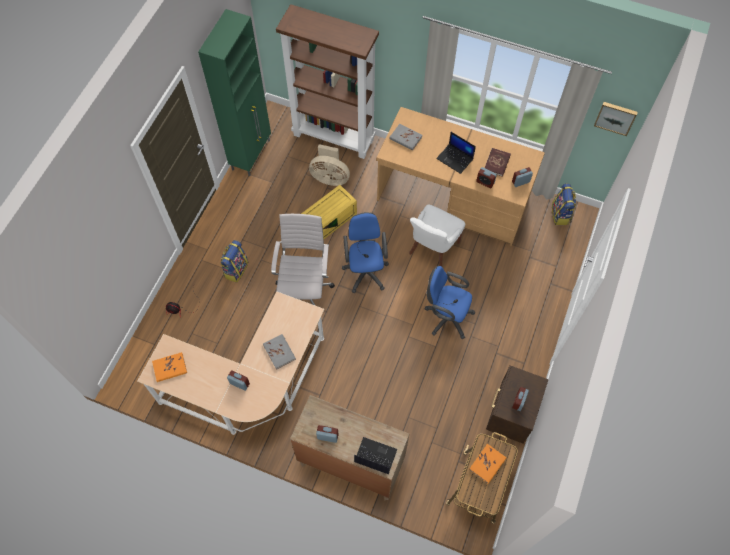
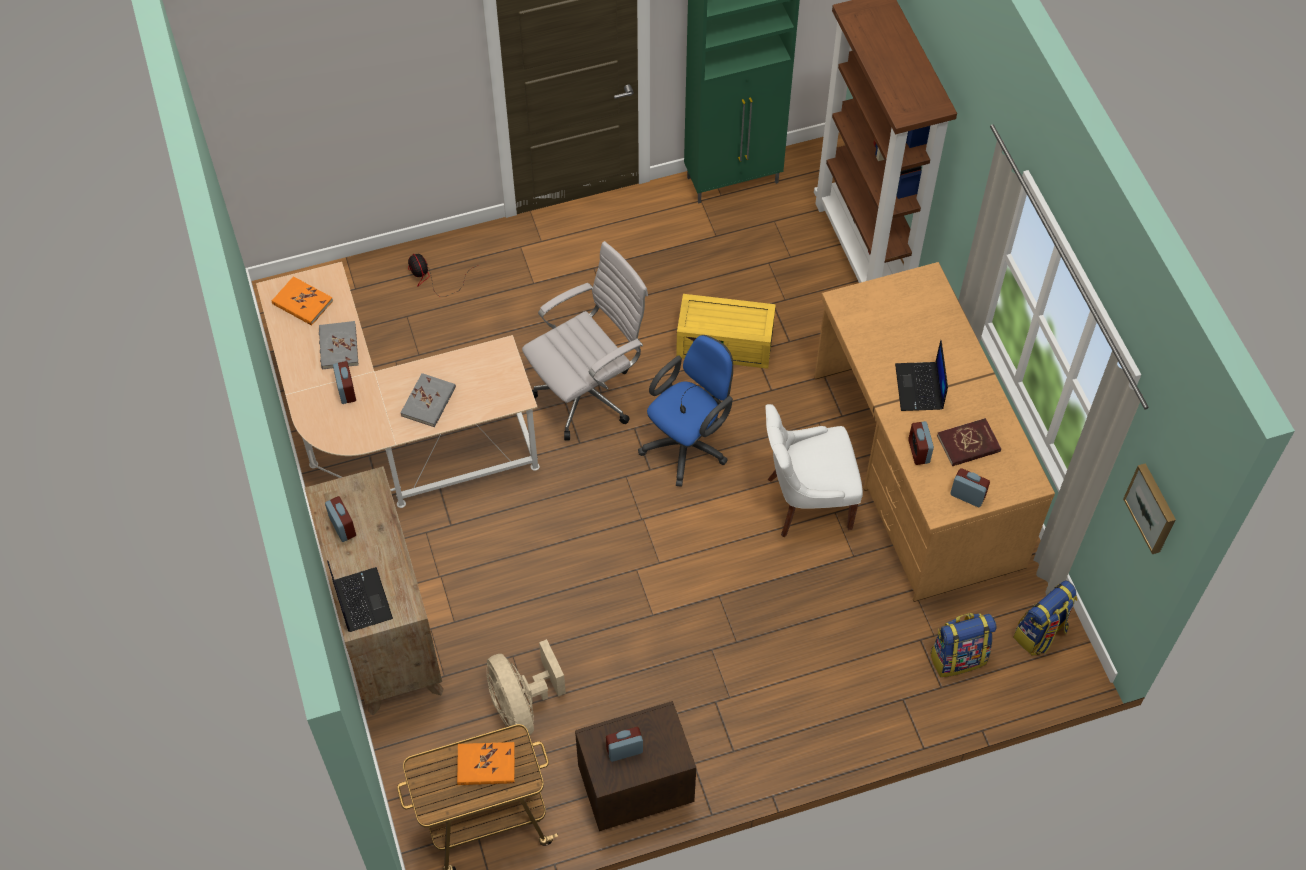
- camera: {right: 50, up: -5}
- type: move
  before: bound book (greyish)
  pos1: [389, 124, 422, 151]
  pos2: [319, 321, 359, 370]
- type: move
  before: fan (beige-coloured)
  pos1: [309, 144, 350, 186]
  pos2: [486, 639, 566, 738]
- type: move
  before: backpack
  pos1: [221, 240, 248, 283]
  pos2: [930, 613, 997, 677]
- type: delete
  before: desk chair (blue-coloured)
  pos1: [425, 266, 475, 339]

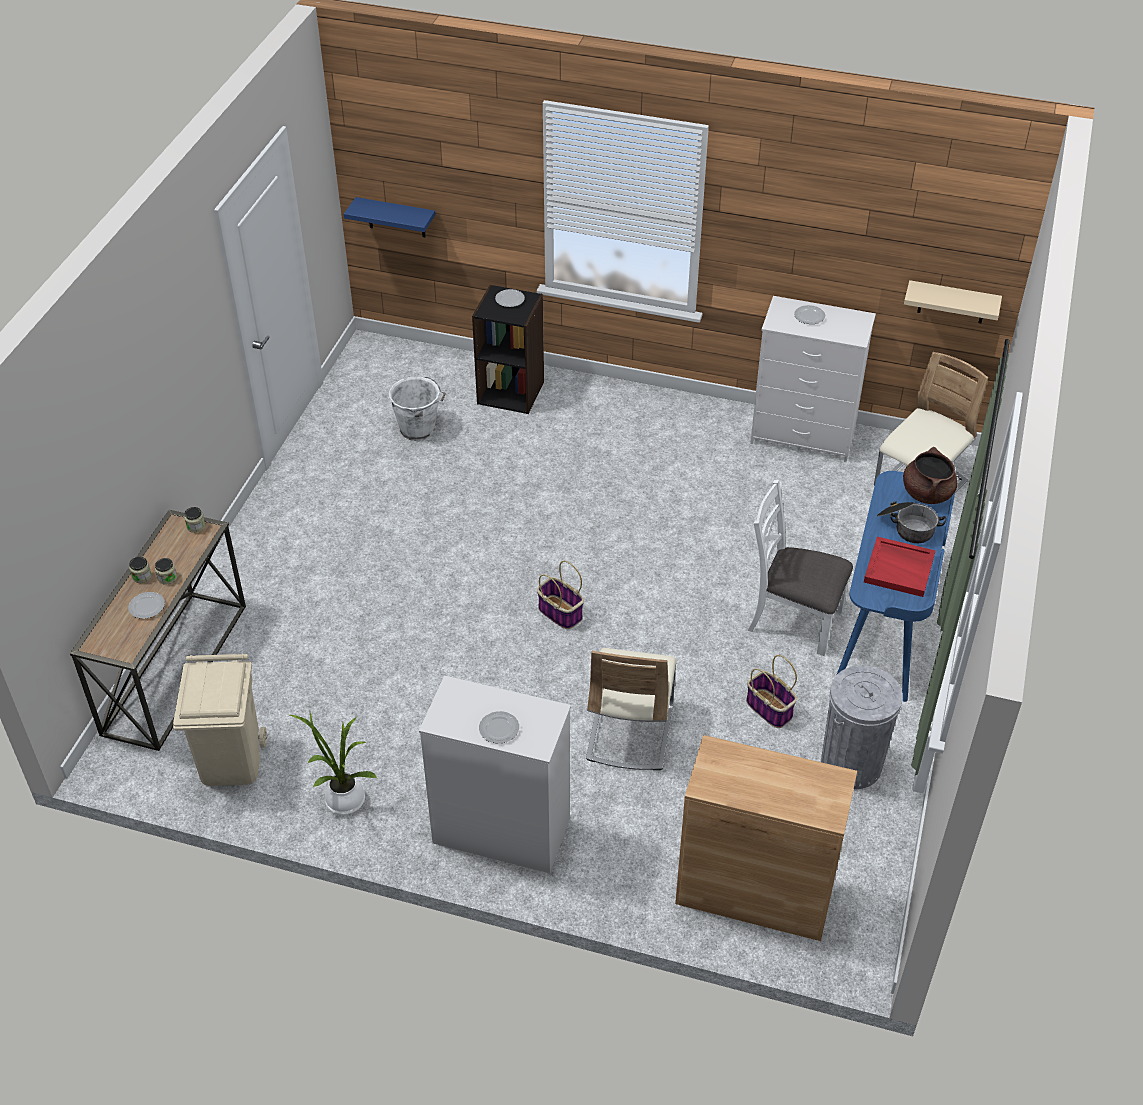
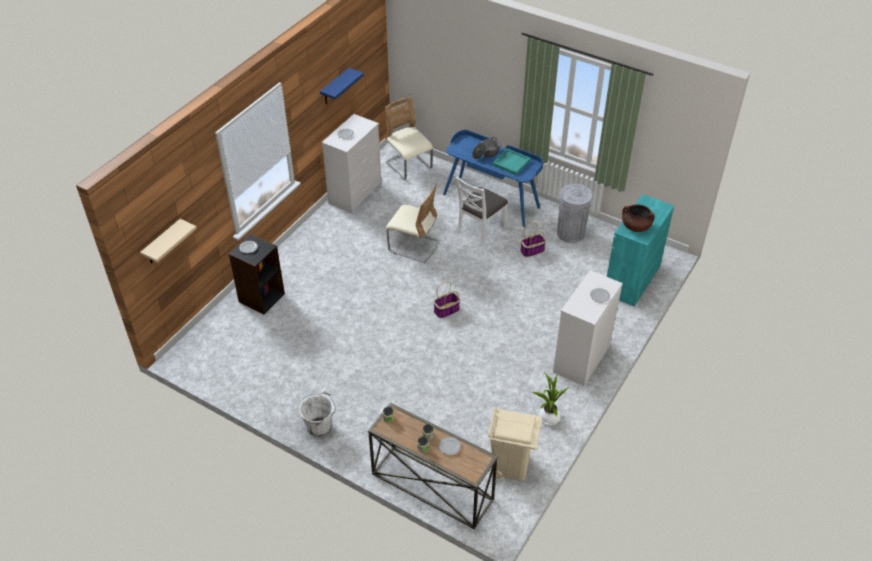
- camera: {right: -75, up: 0}
- type: move
  before: shelf (beige-coloured)
  pos1: [904, 280, 1002, 323]
  pos2: [140, 219, 197, 264]
- type: move
  before: bucket (white)
  pos1: [389, 377, 446, 441]
  pos2: [299, 392, 336, 437]
- type: move
  before: shelf (blue-coloured)
  pos1: [344, 197, 435, 237]
  pos2: [320, 68, 364, 104]
- type: move
  before: upright chair (beige-coloured)
  pos1: [586, 648, 676, 770]
  pos2: [386, 184, 439, 263]
- type: recolor
  before: tray (red)
  after: tray (blue-green)
  pos1: [864, 537, 936, 597]
  pos2: [492, 148, 531, 175]
- type: recolor
  before: cupboard (brownish)
  after: cupboard (blue-green)
  pos1: [675, 735, 857, 941]
  pos2: [607, 194, 674, 306]
- type: move
  before: saucepot (brownish)
  pos1: [903, 447, 957, 504]
  pos2: [622, 204, 655, 232]

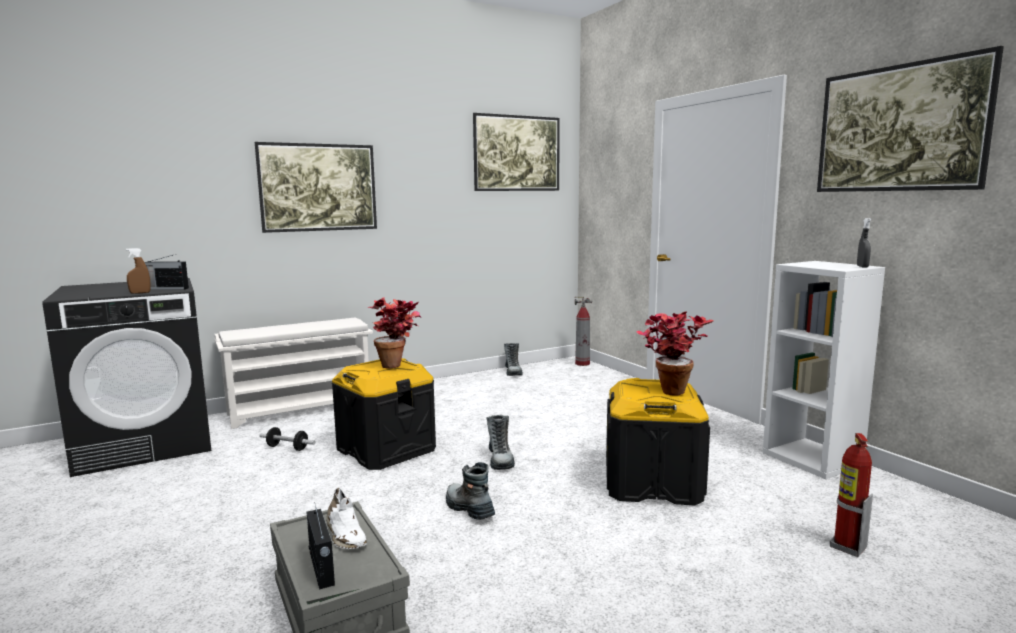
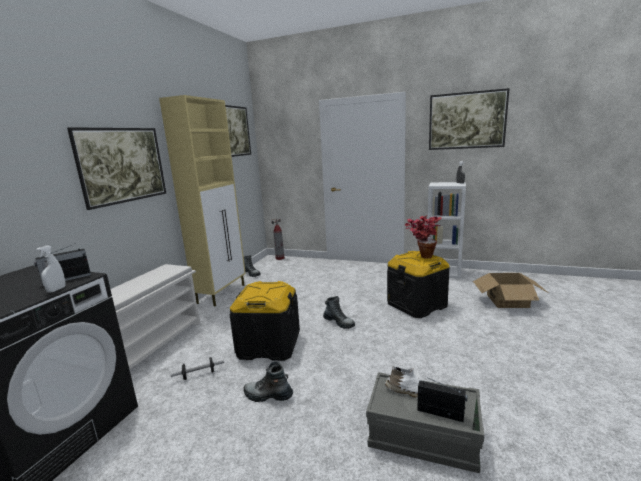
- camera: {right: -40, up: 5}
- type: recolor
  before: spray bottle (brownish)
  after: spray bottle (white)
  pos1: [126, 248, 151, 294]
  pos2: [36, 245, 66, 293]
- type: insert
  after: cupboard (beige-coloured)
  pos2: [159, 95, 246, 306]
- type: move
  before: boot
  pos1: [446, 462, 495, 520]
  pos2: [244, 361, 293, 402]
- type: replace
  before: fire extinguisher
  after: carton
  pos1: [829, 433, 873, 557]
  pos2: [473, 273, 548, 308]
- type: delete
  before: potted plant
  pos1: [367, 297, 421, 368]

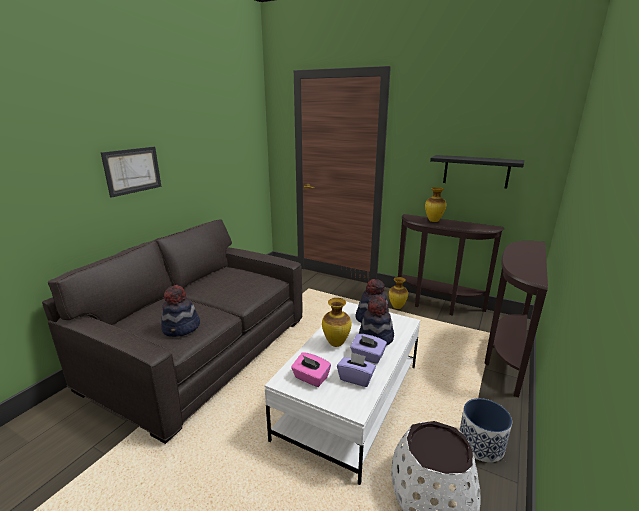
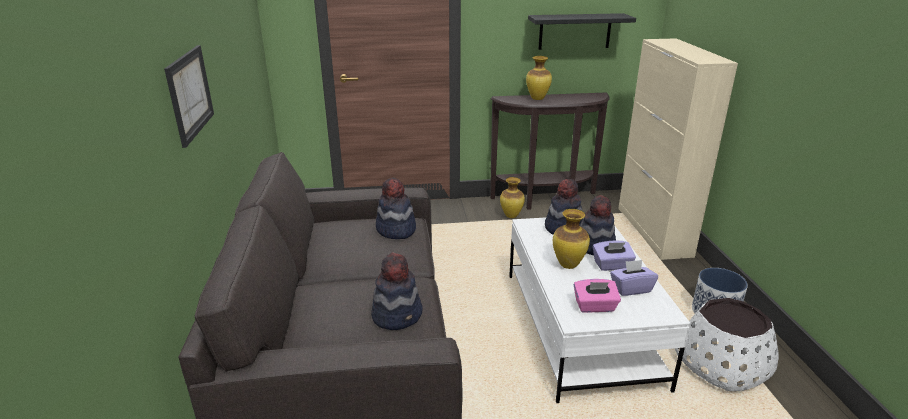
- camera: {right: -35, up: 5}
- type: insert
  after: wearable hat
  pos2: [376, 178, 416, 239]
- type: replace
  before: console table (brownish)
  after: cupboard (beige-coloured)
  pos1: [484, 241, 548, 397]
  pos2: [618, 38, 738, 260]

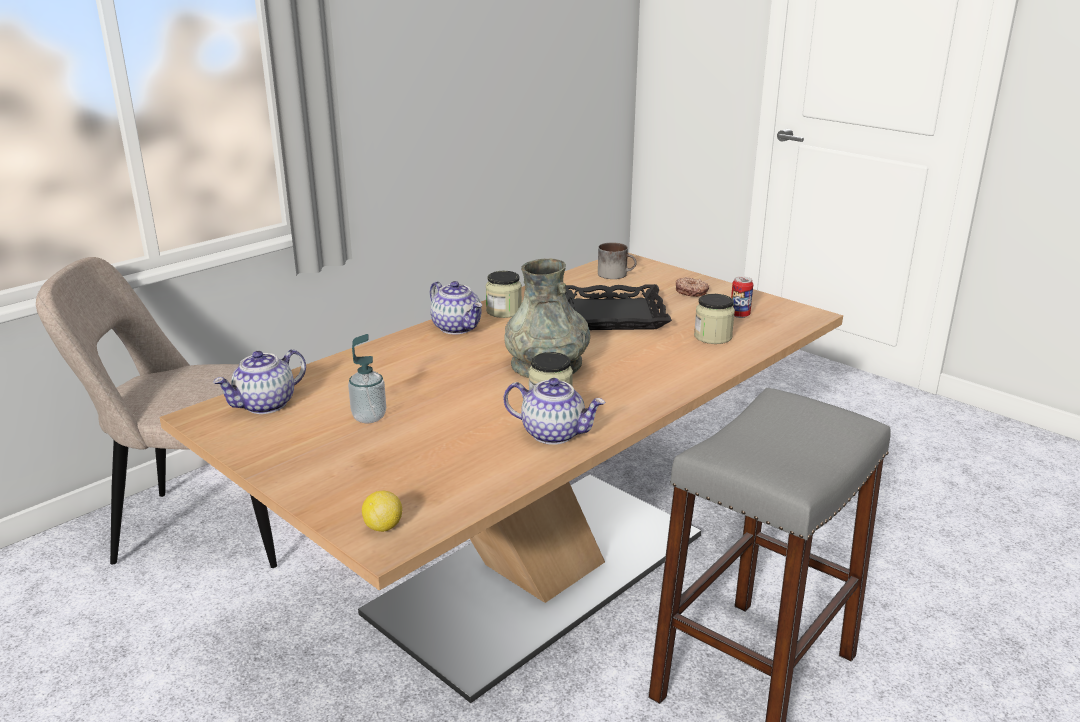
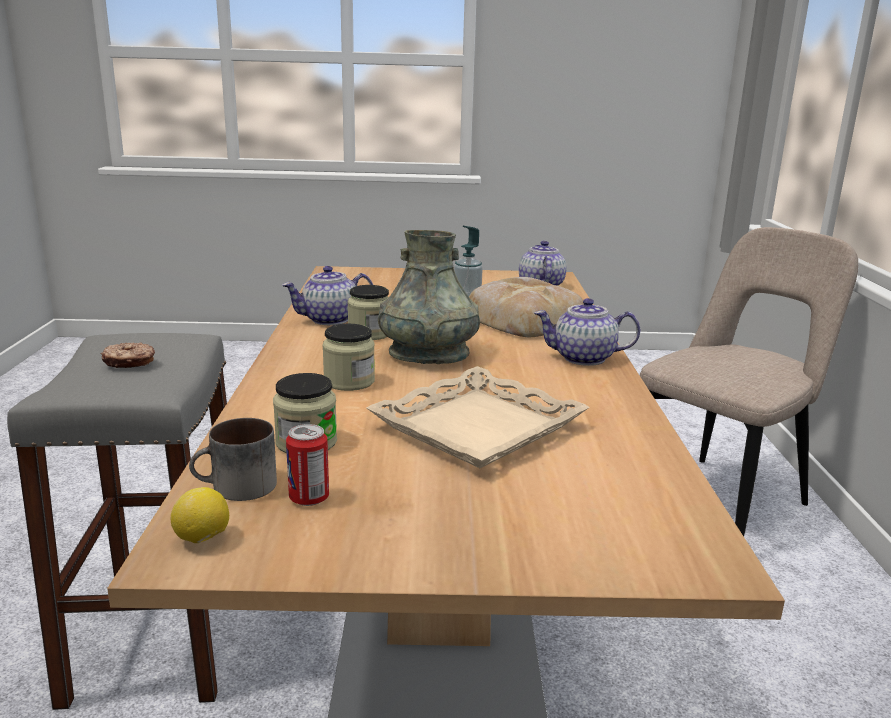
- camera: {right: 135, up: -5}
- type: move
  before: doughnut
  pos1: [676, 277, 709, 297]
  pos2: [101, 342, 155, 368]
- type: move
  before: citrus fruit
  pos1: [362, 491, 402, 532]
  pos2: [171, 487, 229, 543]
- type: move
  before: mug
  pos1: [598, 242, 637, 279]
  pos2: [189, 418, 277, 501]
- type: move
  before: preserve jar
  pos1: [486, 271, 522, 318]
  pos2: [322, 324, 375, 391]
- type: recolor
  before: tray (black-coloured)
  after: tray (beige-coloured)
  pos1: [565, 284, 672, 330]
  pos2: [367, 366, 590, 468]
- type: insert
  after: baked bread
  pos2: [469, 277, 584, 337]

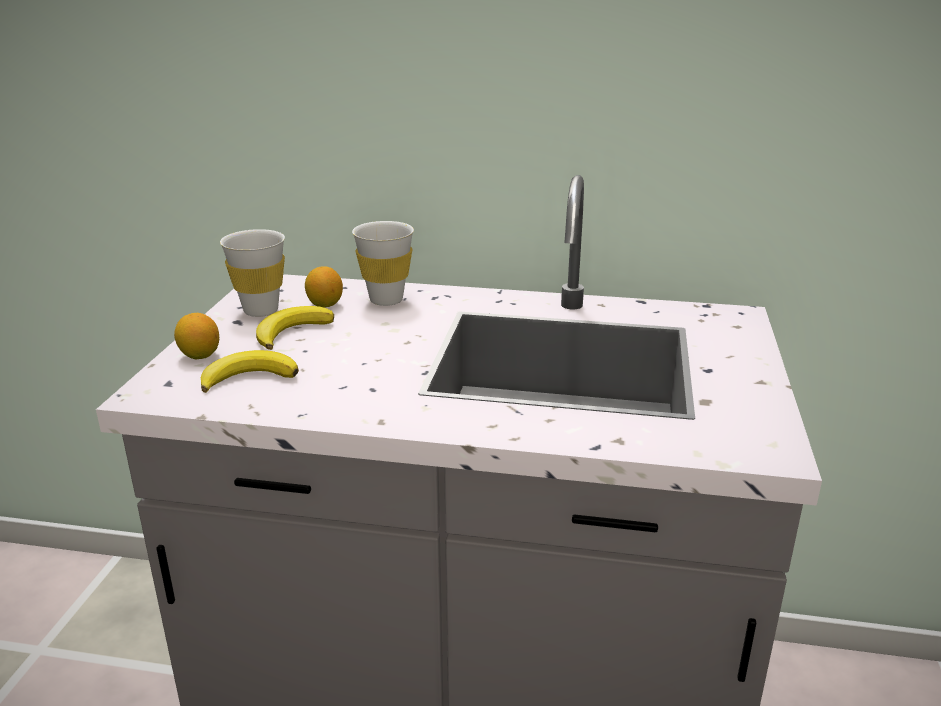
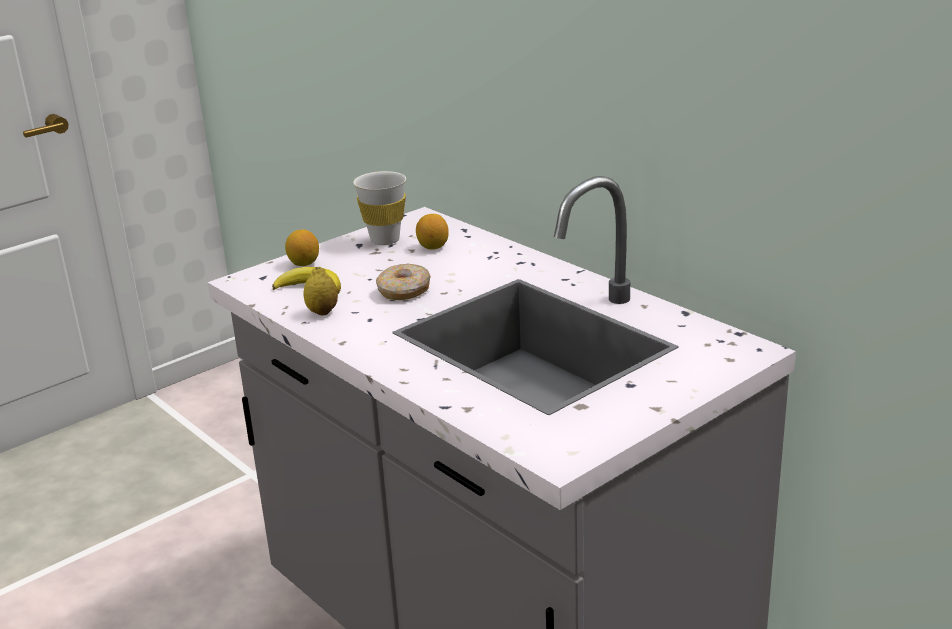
- camera: {right: 40, up: 0}
- type: insert
  after: citrus fruit
  pos2: [303, 267, 338, 315]
- type: insert
  after: doughnut
  pos2: [376, 263, 431, 300]
- type: delete
  before: banana fruit
  pos1: [256, 306, 334, 350]
- type: delete
  before: cup (white)
  pos1: [352, 221, 414, 306]

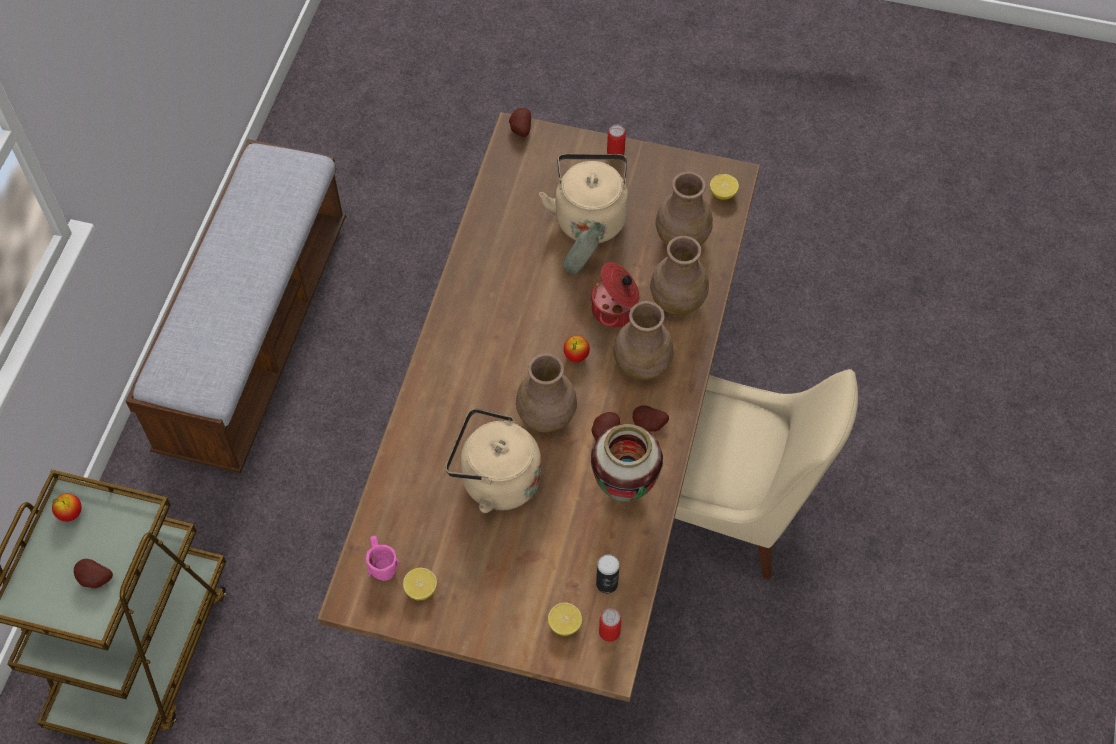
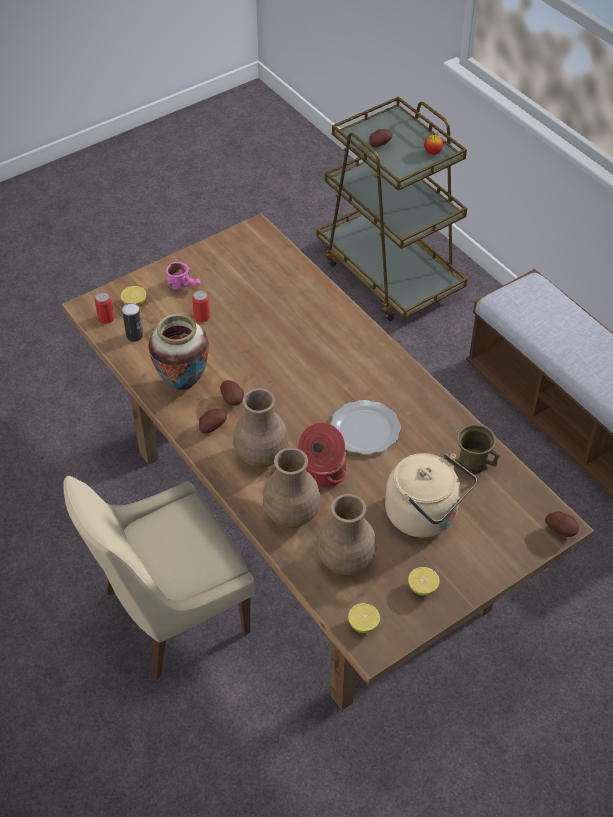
- camera: {right: 130, up: -10}
- type: move
  before: mug (pink-coloured)
  pos1: [366, 536, 400, 581]
  pos2: [166, 262, 201, 290]
- type: move
  before: can
  pos1: [607, 124, 626, 155]
  pos2: [192, 290, 210, 322]
- type: insert
  after: dinner plate
  pos2: [330, 400, 401, 455]
- type: move
  before: citrus fruit
  pos1: [403, 568, 437, 600]
  pos2: [408, 567, 439, 596]
- type: insert
  after: mug (brownish)
  pos2: [457, 424, 500, 474]
- type: delete
  before: tea kettle (beige-coloured)
  pos1: [446, 408, 541, 513]
- type: delete
  before: flower vase (brownish)
  pos1: [516, 353, 577, 433]
- type: delete
  before: beverage bottle (greyish)
  pos1: [563, 222, 602, 274]
- type: delete
  before: whole apple
  pos1: [564, 336, 590, 362]

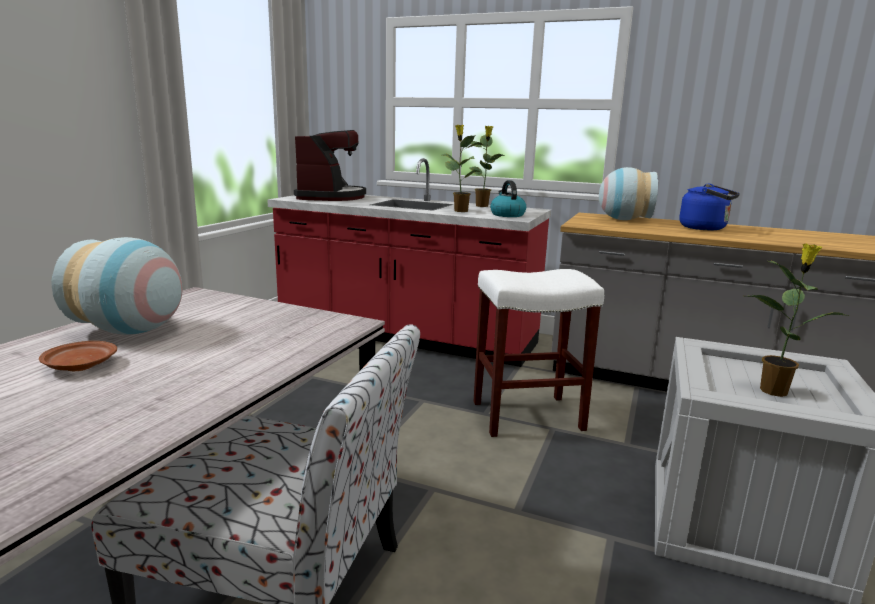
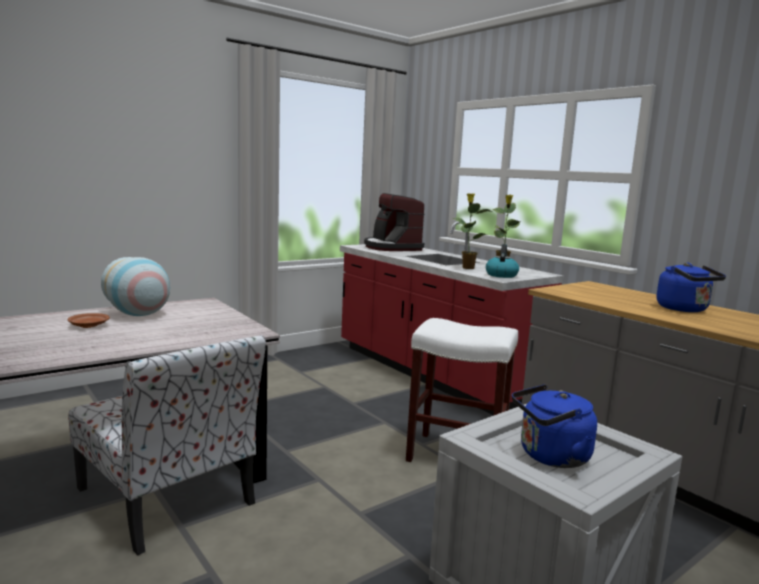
- camera: {right: 30, up: -5}
- type: rotate
  before: coffee brewer
  pos1: [294, 130, 366, 201]
  pos2: [364, 193, 424, 251]
  turn: 120
- type: replace
  before: potted plant
  after: tea kettle (blue-coloured)
  pos1: [746, 243, 850, 397]
  pos2: [512, 384, 597, 468]
- type: delete
  before: flower vase
  pos1: [599, 167, 658, 220]

